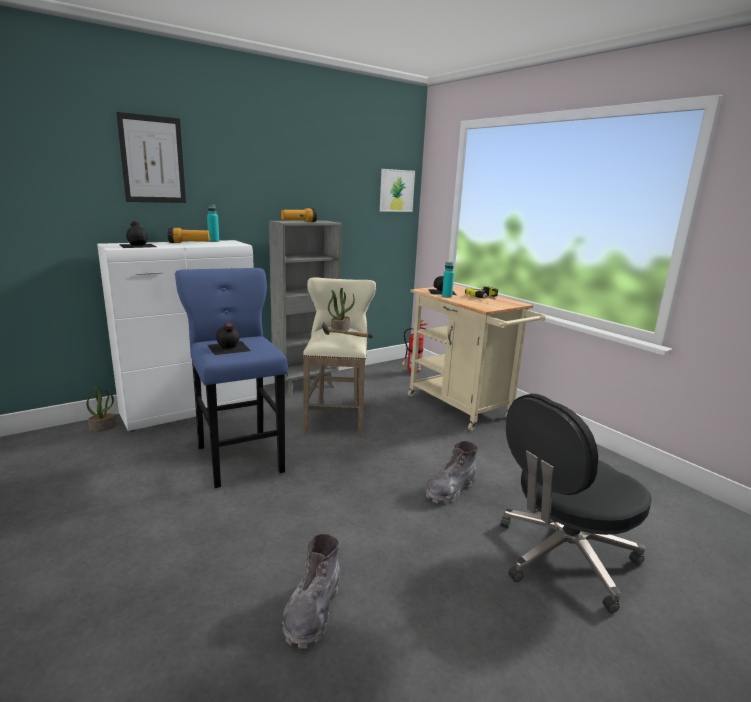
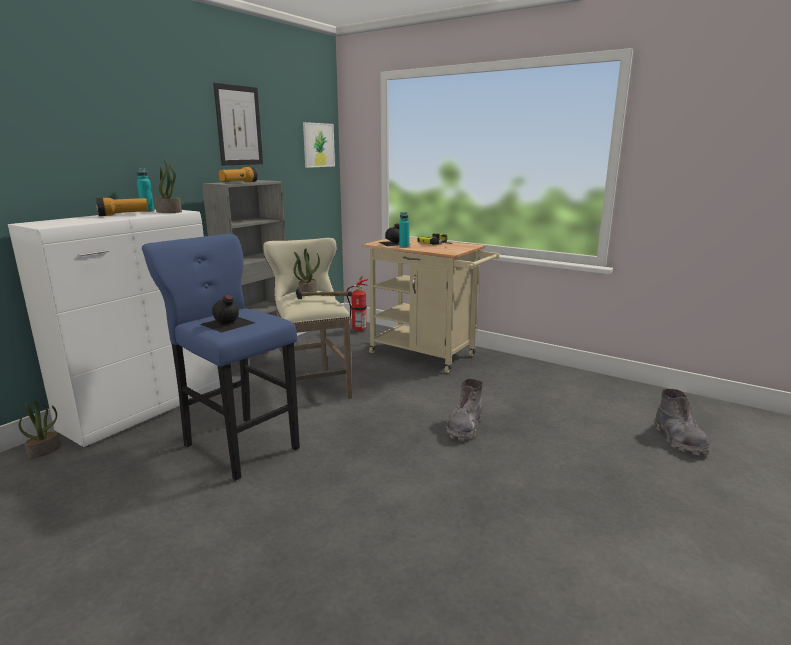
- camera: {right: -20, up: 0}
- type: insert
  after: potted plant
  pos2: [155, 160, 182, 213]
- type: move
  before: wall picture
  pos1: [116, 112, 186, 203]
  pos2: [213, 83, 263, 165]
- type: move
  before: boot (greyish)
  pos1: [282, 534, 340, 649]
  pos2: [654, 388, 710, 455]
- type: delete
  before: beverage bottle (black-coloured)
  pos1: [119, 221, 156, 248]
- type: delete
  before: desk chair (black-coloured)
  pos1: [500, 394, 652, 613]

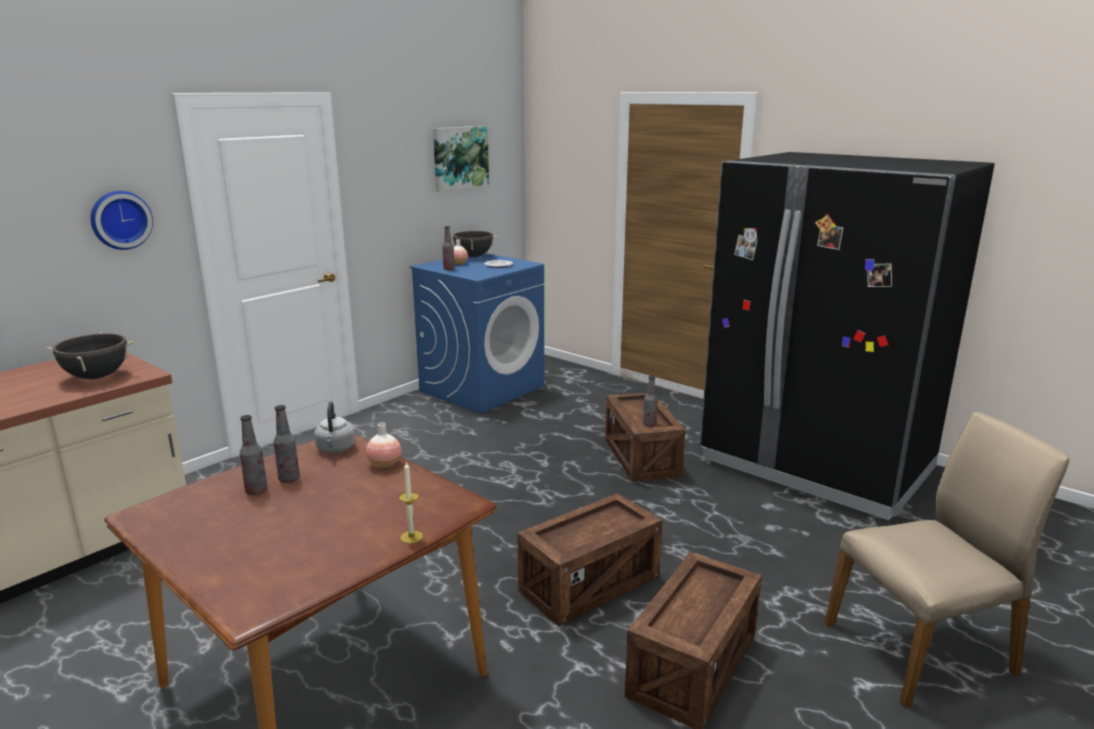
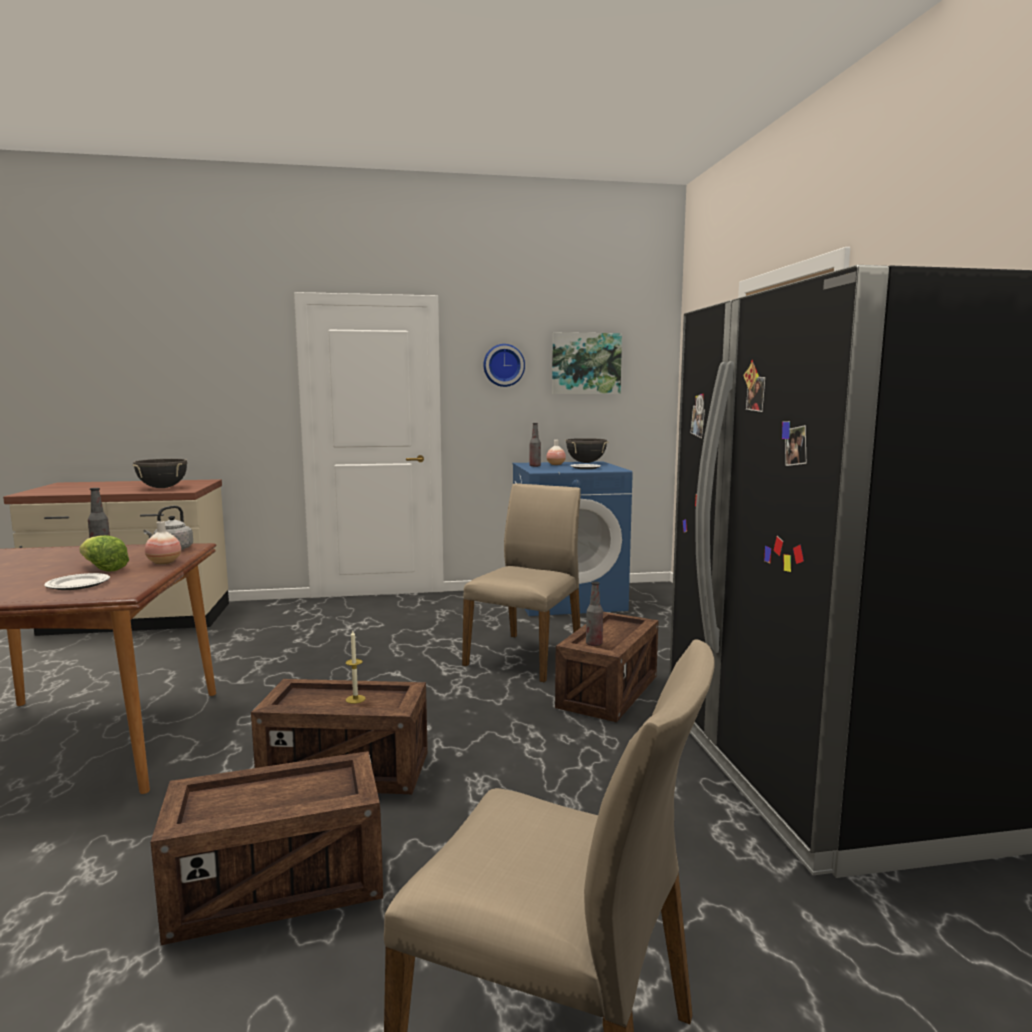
- camera: {right: 40, up: -10}
- type: insert
  after: dinner plate
  pos2: [44, 573, 110, 590]
- type: insert
  after: head of lettuce
  pos2: [79, 535, 129, 571]
- type: move
  before: wax light
  pos1: [399, 461, 423, 544]
  pos2: [346, 631, 366, 704]
- type: insert
  after: upright chair (beige-coloured)
  pos2: [462, 483, 581, 683]
- type: move
  before: clock on the wall
  pos1: [90, 191, 153, 250]
  pos2: [483, 344, 525, 387]
- type: delete
  before: beverage bottle
  pos1: [240, 415, 268, 495]

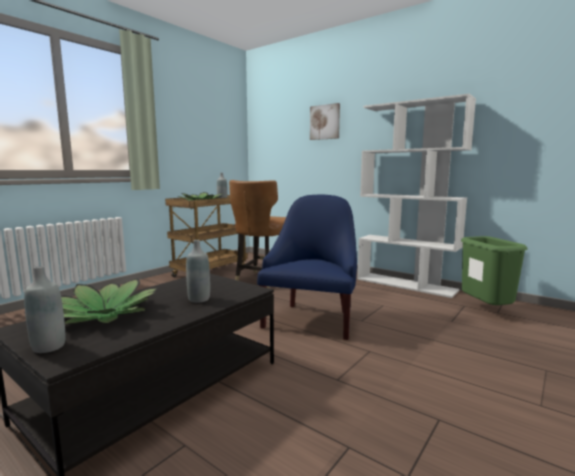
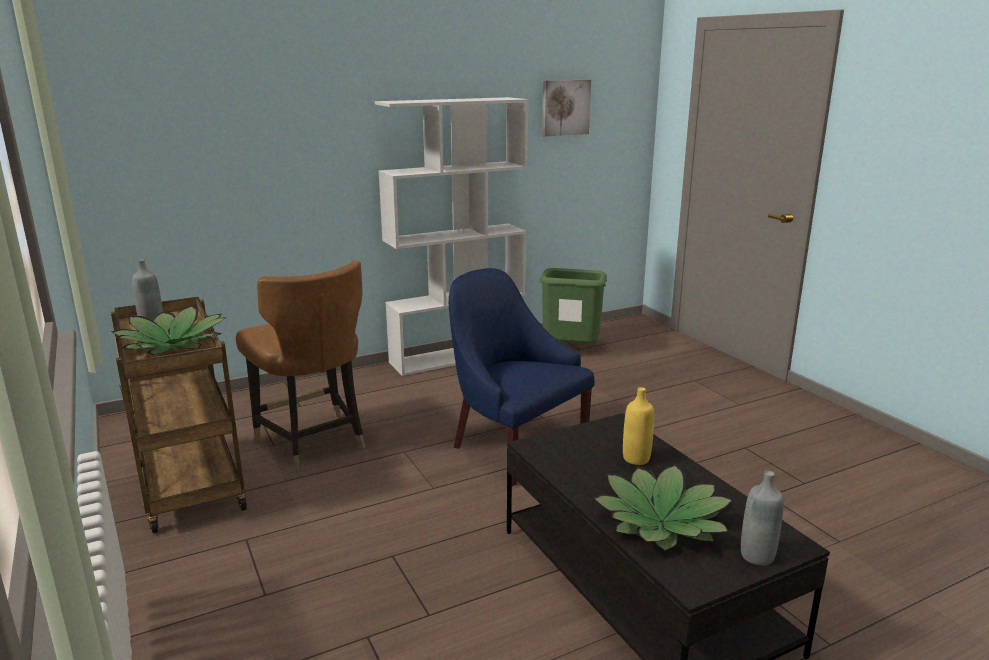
- camera: {right: -65, up: 10}
- type: move
  before: wall picture
  pos1: [310, 103, 340, 140]
  pos2: [542, 80, 591, 136]
- type: recolor
  before: beverage bottle (greyish)
  after: beverage bottle (yellowish)
  pos1: [186, 240, 210, 303]
  pos2: [623, 387, 654, 465]

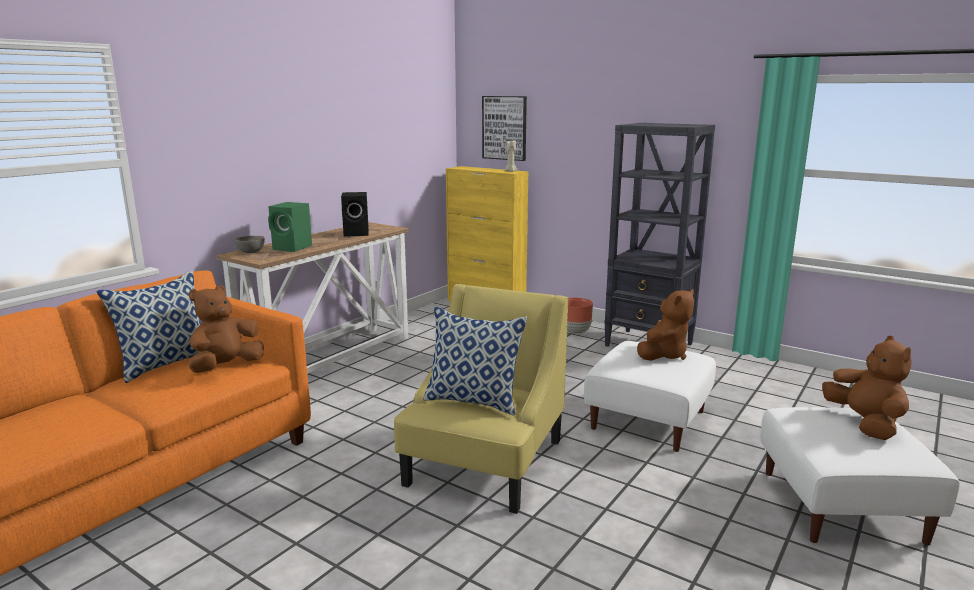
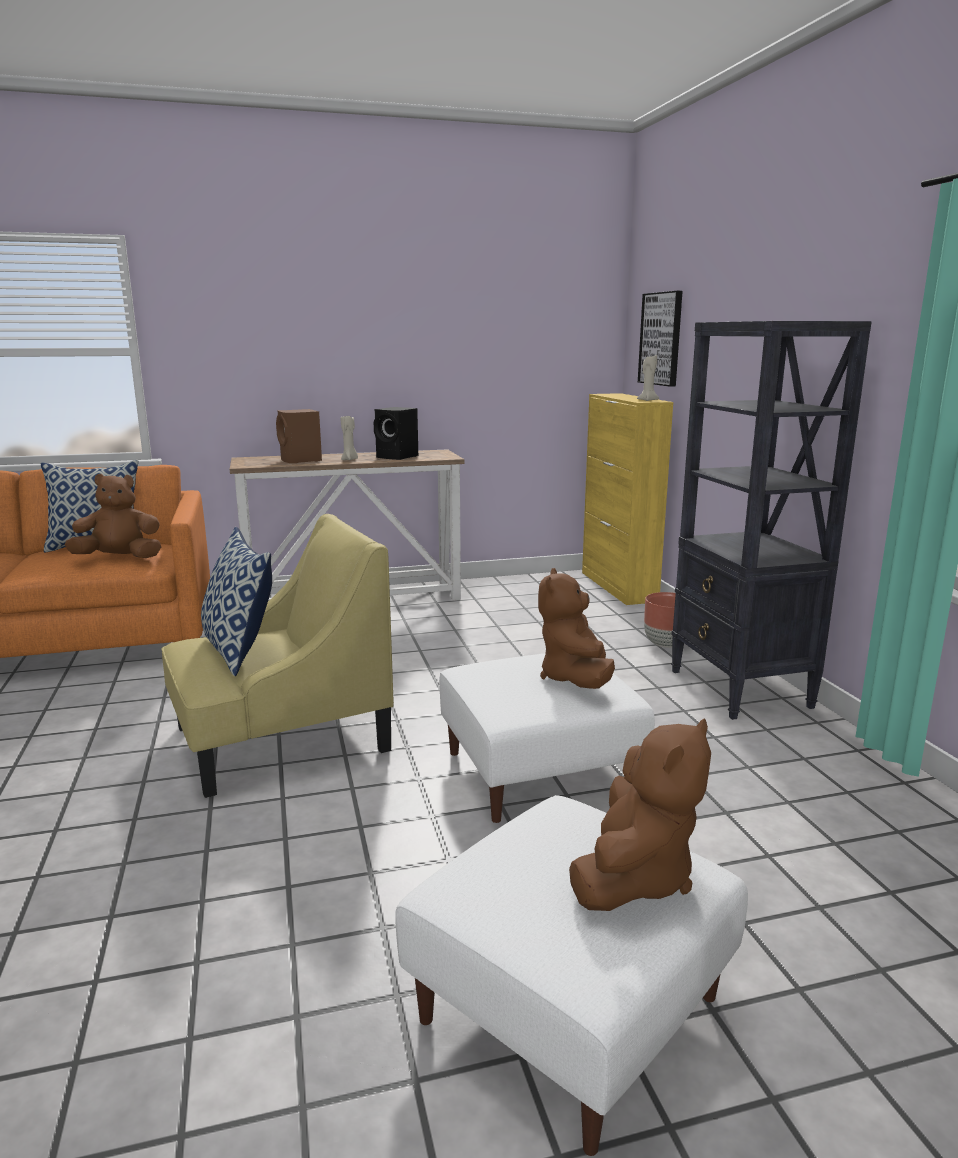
- camera: {right: 40, up: 0}
- type: recolor
  before: speaker (green-coloured)
  after: speaker (brownish)
  pos1: [268, 202, 312, 252]
  pos2: [276, 409, 322, 463]
- type: insert
  after: wax light (beige-coloured)
  pos2: [341, 416, 358, 460]
- type: rotate
  before: soft toy (brownish)
  pos1: [637, 289, 694, 361]
  pos2: [538, 568, 615, 689]
  turn: 105
- type: delete
  before: serving bowl (greyish)
  pos1: [235, 236, 265, 253]

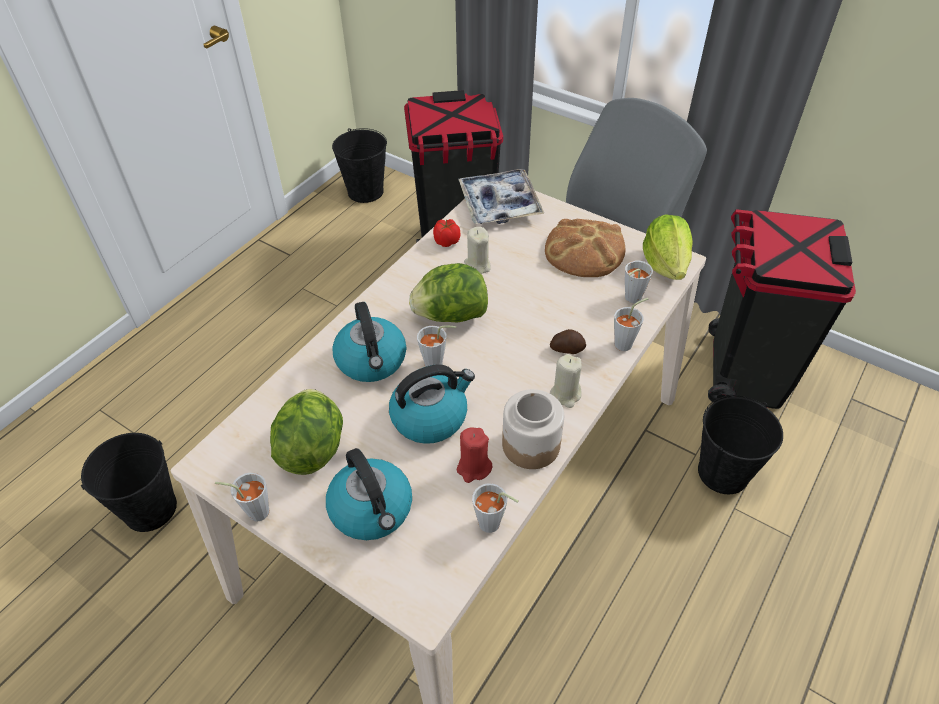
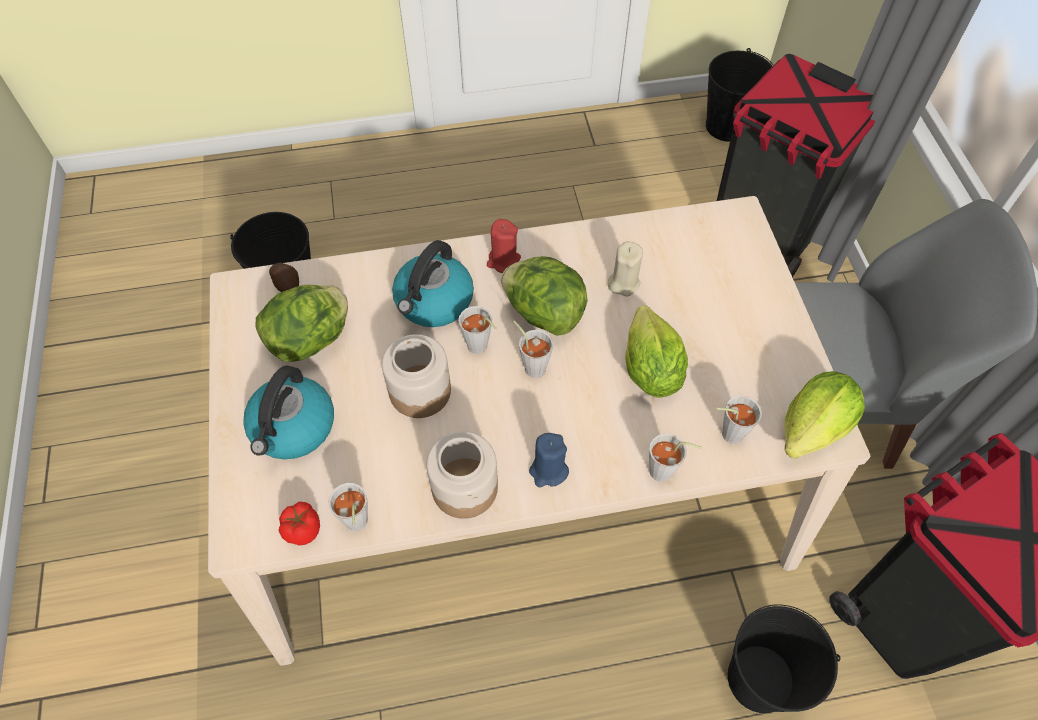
- camera: {right: 45, up: 10}
- type: move
  before: potato
  pos1: [550, 329, 586, 354]
  pos2: [269, 263, 299, 292]
- type: move
  before: fresh tomato
  pos1: [433, 219, 461, 247]
  pos2: [279, 502, 320, 545]
- type: replace
  before: tea kettle
  after: preserve jar
  pos1: [389, 365, 475, 444]
  pos2: [382, 334, 451, 418]
- type: move
  before: wax light (red)
  pos1: [457, 427, 493, 483]
  pos2: [487, 219, 521, 273]
- type: move
  before: cup (greyish)
  pos1: [215, 472, 269, 522]
  pos2: [513, 320, 553, 378]
- type: recolor
  before: wax light (beige-coloured)
  after: wax light (blue-coloured)
  pos1: [550, 354, 582, 408]
  pos2: [529, 433, 569, 487]
- type: insert
  after: head of lettuce
  pos2: [625, 305, 688, 398]
- type: delete
  before: tray
  pos1: [459, 169, 545, 224]
- type: delete
  before: baked bread
  pos1: [545, 218, 625, 277]

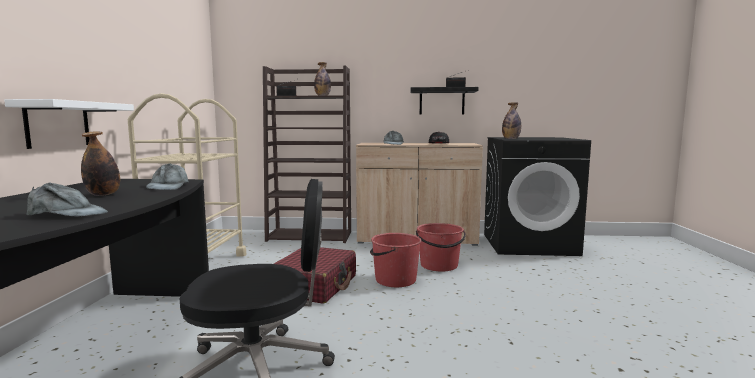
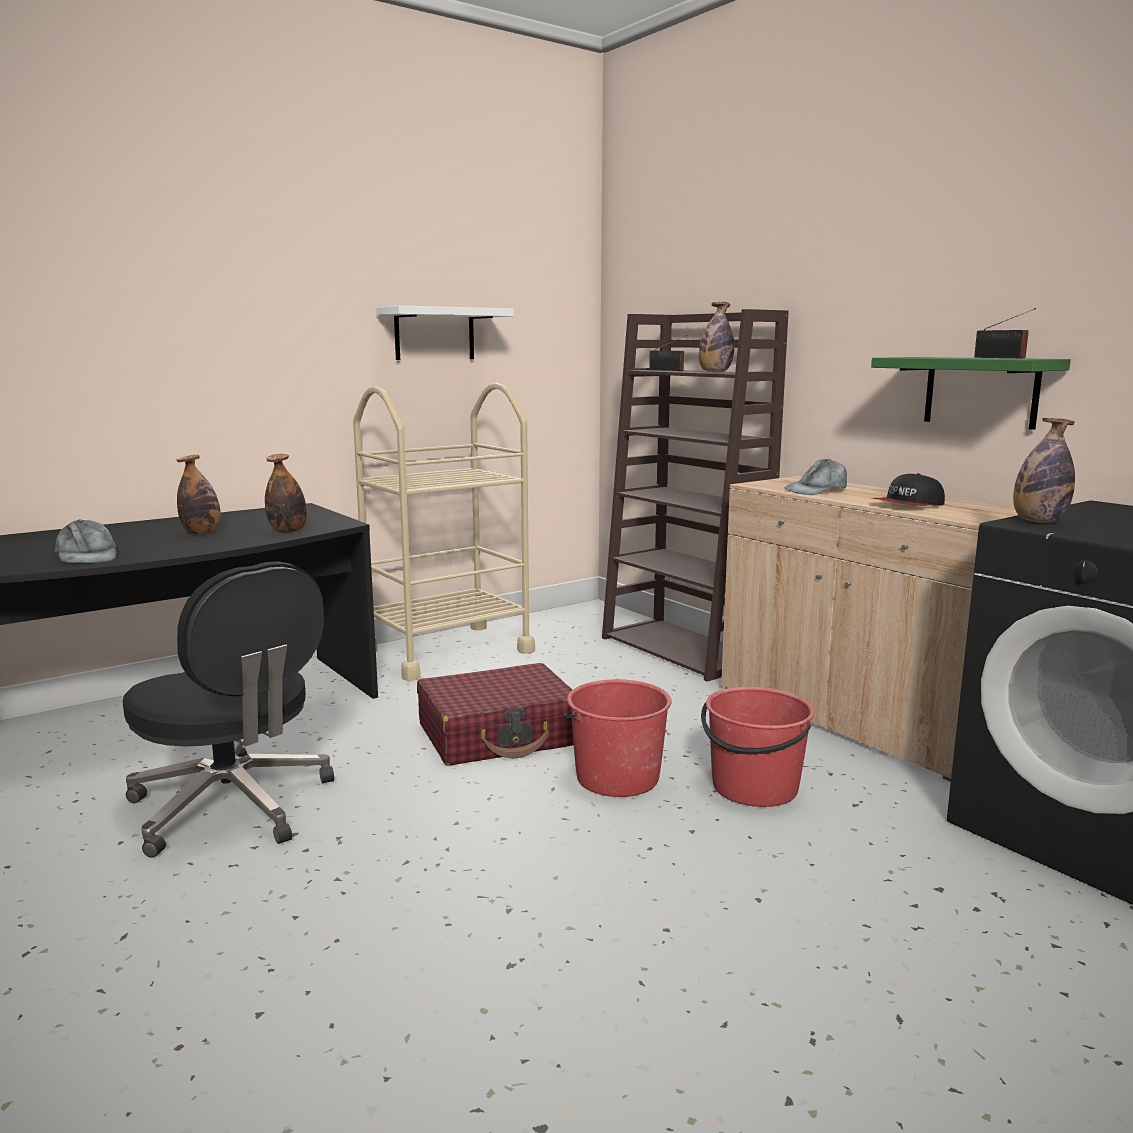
- camera: {right: 50, up: 5}
- type: replace
  before: cap (greyish)
  after: beverage bottle
  pos1: [146, 164, 189, 190]
  pos2: [265, 454, 307, 533]
- type: move
  before: shelf (white)
  pos1: [4, 99, 134, 149]
  pos2: [376, 305, 514, 360]
- type: recolor
  before: shelf (black-coloured)
  after: shelf (green-coloured)
  pos1: [410, 87, 478, 115]
  pos2: [871, 357, 1071, 430]

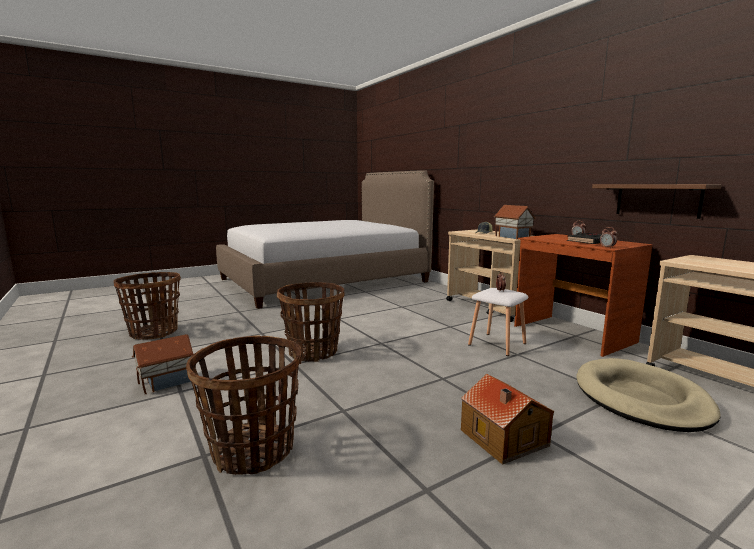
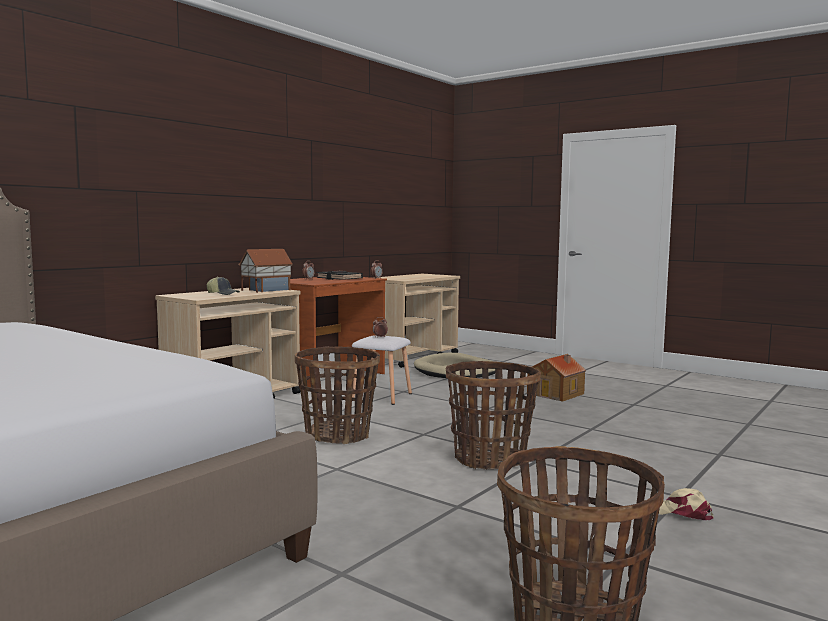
- camera: {right: -110, up: -5}
- type: move
  before: basket
  pos1: [186, 336, 302, 475]
  pos2: [295, 346, 380, 444]
- type: replace
  before: miniature house
  after: cap (beige-coloured)
  pos1: [132, 334, 193, 394]
  pos2: [659, 488, 714, 520]
- type: delete
  before: shelf (brownish)
  pos1: [592, 184, 722, 219]

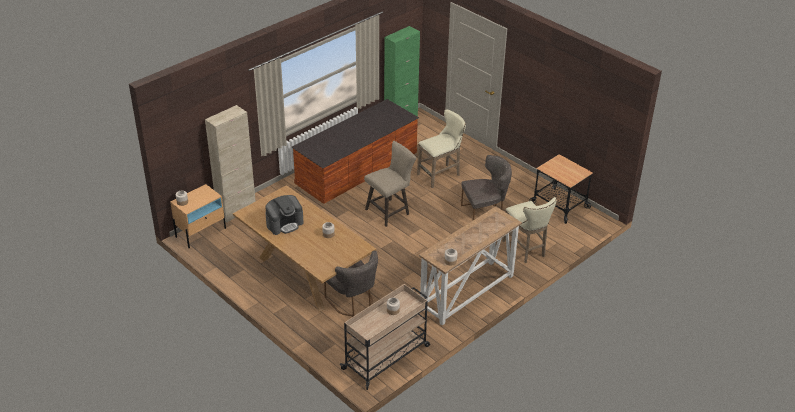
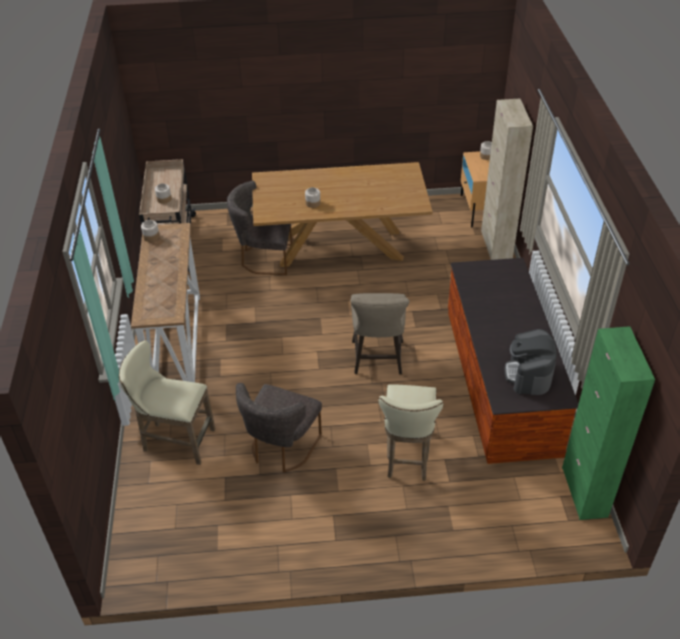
- camera: {right: 130, up: 5}
- type: move
  before: coffee brewer
  pos1: [265, 195, 304, 235]
  pos2: [505, 329, 557, 395]
- type: delete
  before: cart
  pos1: [529, 154, 593, 224]

